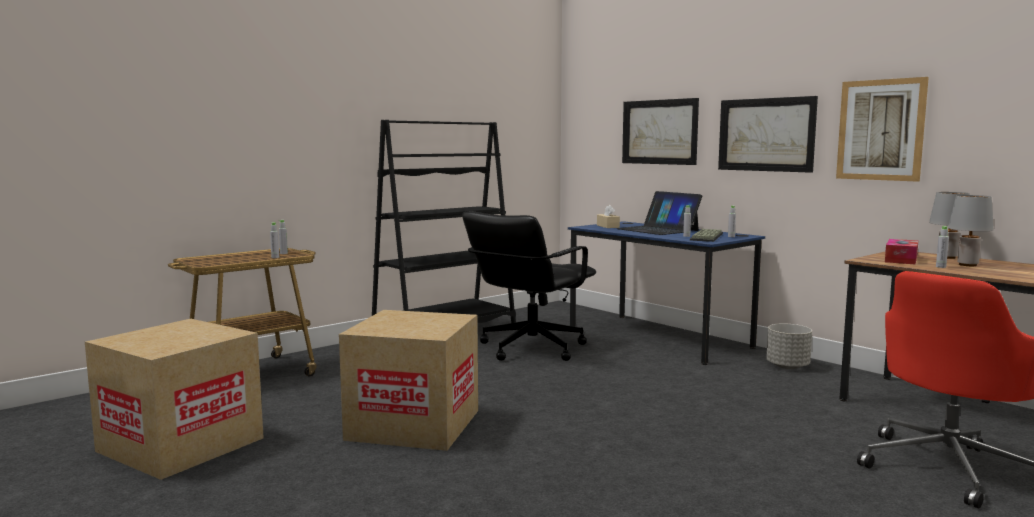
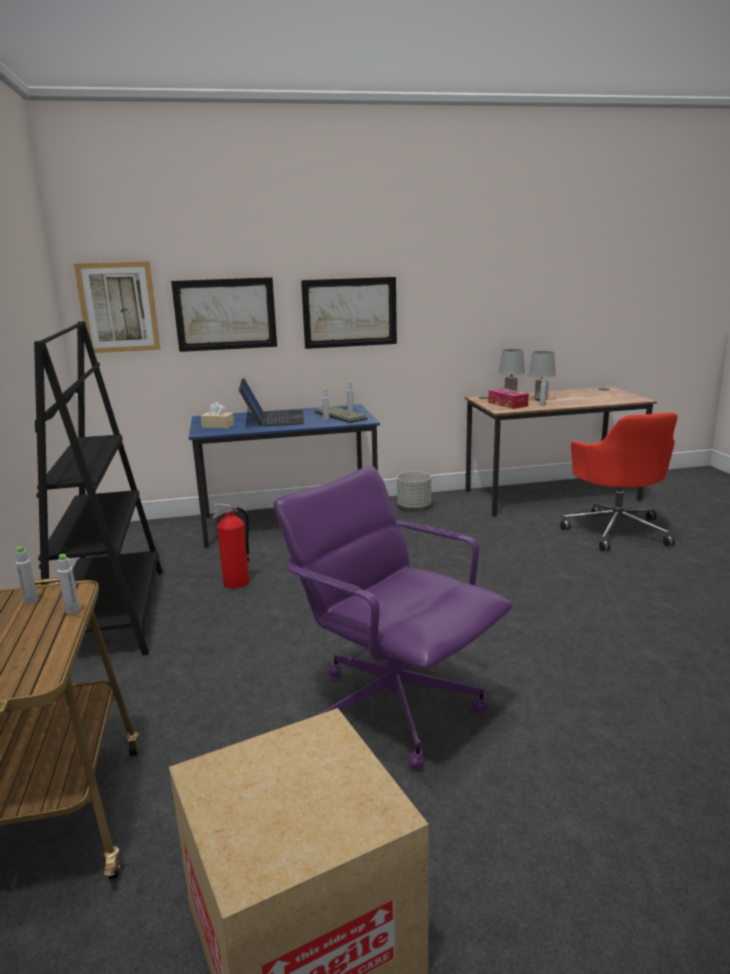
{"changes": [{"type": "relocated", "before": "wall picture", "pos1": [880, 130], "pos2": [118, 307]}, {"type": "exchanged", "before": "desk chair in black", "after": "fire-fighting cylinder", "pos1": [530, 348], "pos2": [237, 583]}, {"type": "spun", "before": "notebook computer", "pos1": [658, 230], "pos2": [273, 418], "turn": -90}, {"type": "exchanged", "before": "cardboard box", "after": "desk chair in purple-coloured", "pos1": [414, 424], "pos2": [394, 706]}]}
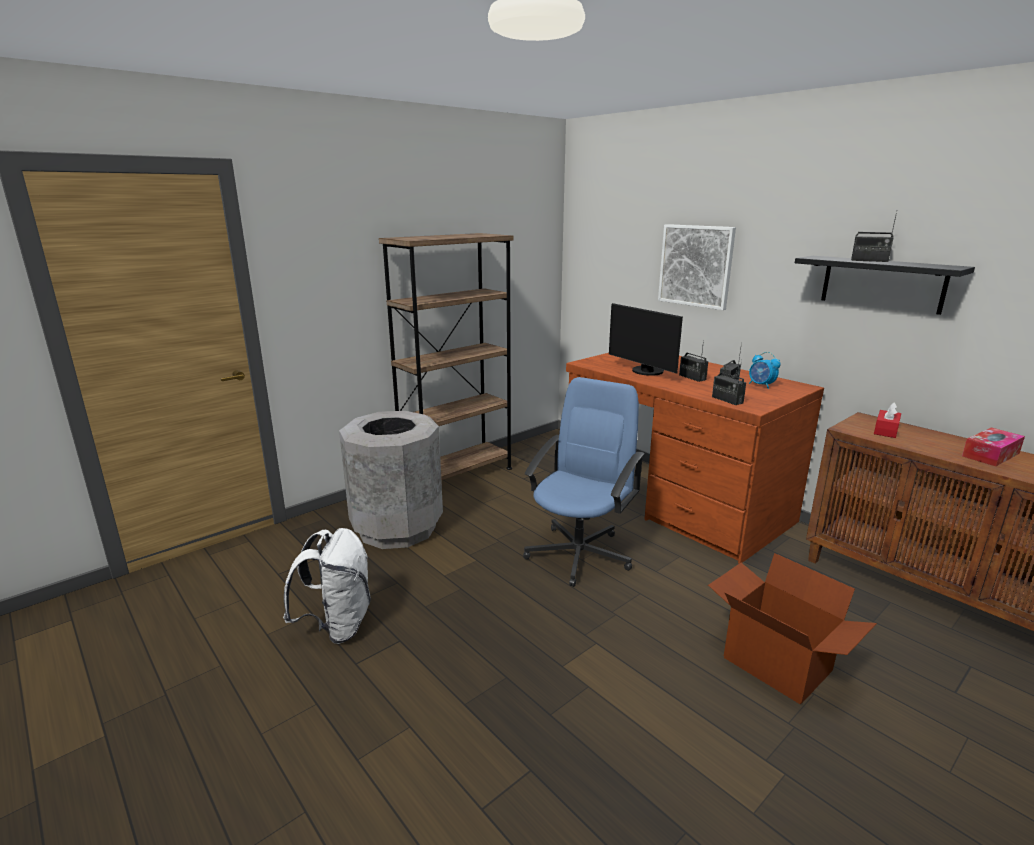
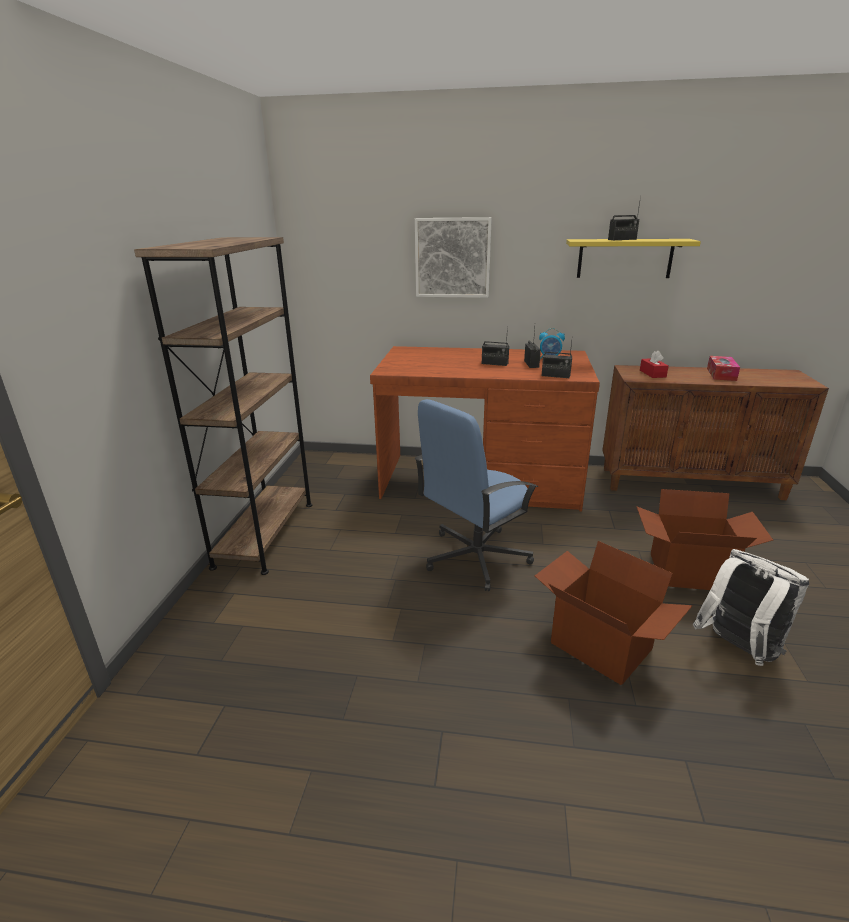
{"changes": [{"type": "spun", "before": "desk chair in blue", "pos1": [579, 554], "pos2": [475, 557], "turn": -120}, {"type": "appeared", "after": "cardboard box", "pos2": [599, 647]}, {"type": "colour", "before": "bracket shelf in black", "after": "bracket shelf in yellowish", "pos1": [882, 284], "pos2": [624, 258]}, {"type": "relocated", "before": "rucksack in whitish", "pos1": [337, 626], "pos2": [737, 649]}, {"type": "missing", "before": "rubbish bin in grey", "pos1": [397, 528]}, {"type": "missing", "before": "computer display", "pos1": [645, 371]}]}
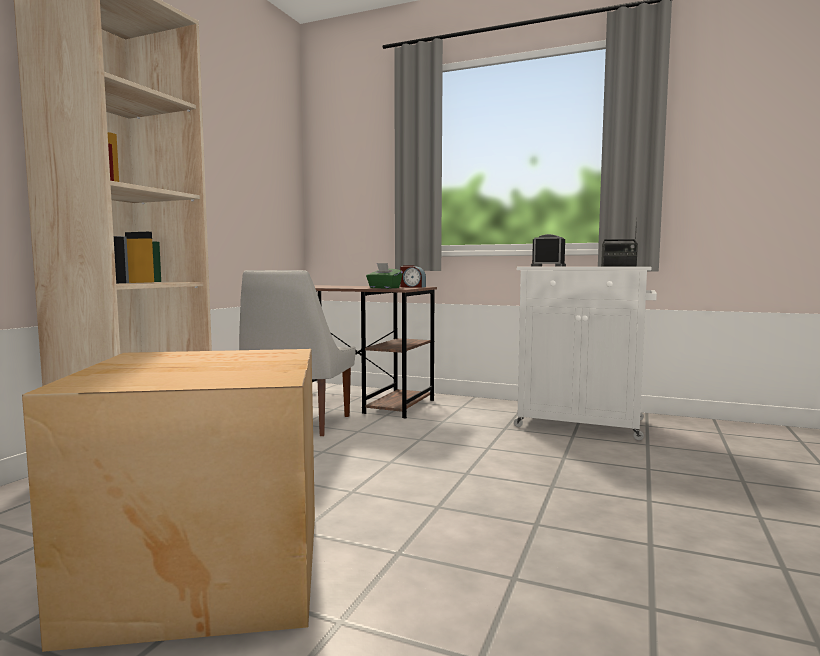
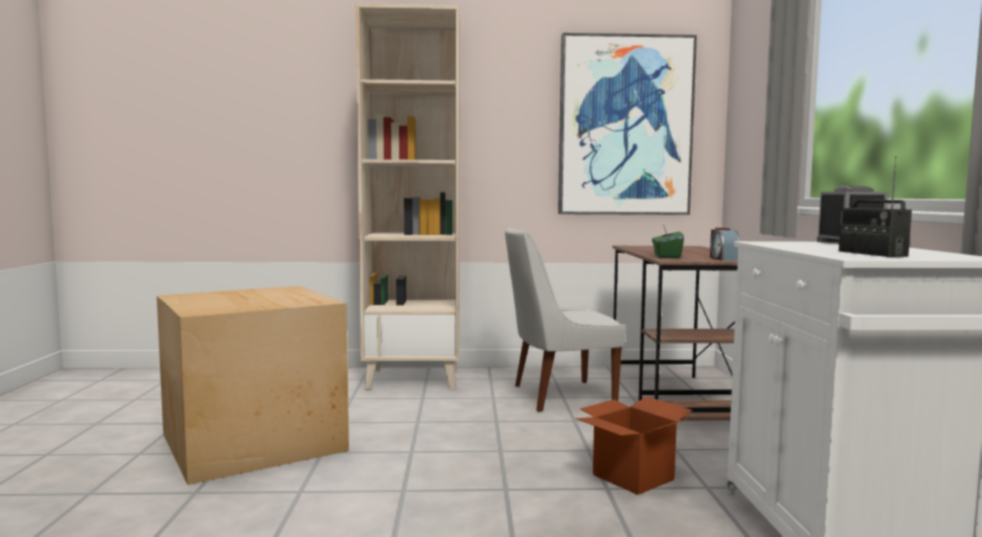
{"changes": [{"type": "appeared", "after": "wall picture", "pos2": [624, 126]}, {"type": "appeared", "after": "cardboard box", "pos2": [633, 477]}]}
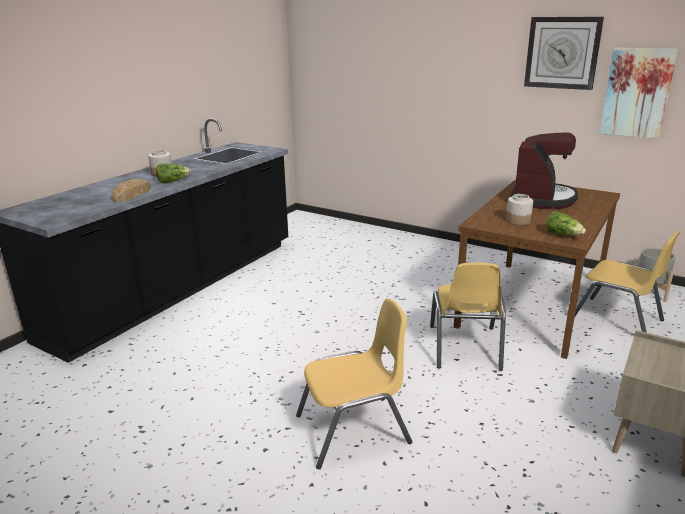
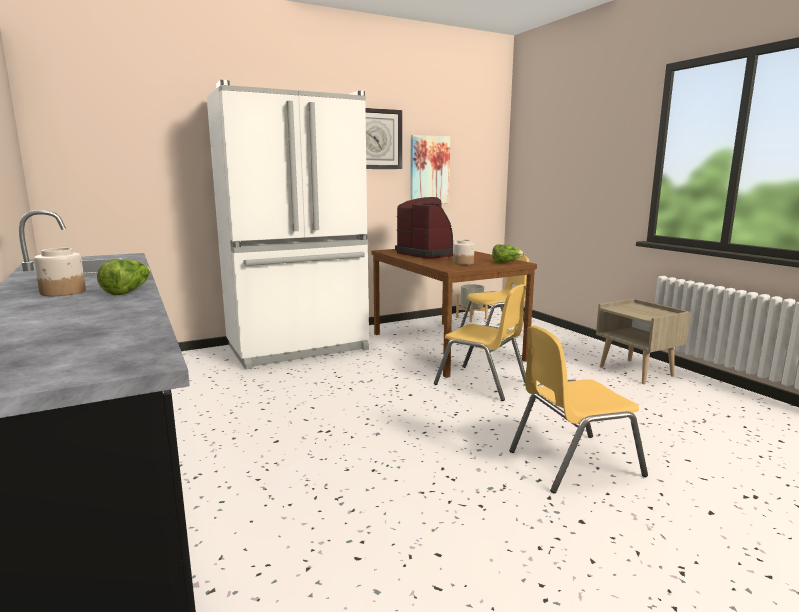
{"changes": [{"type": "appeared", "after": "kitchen fridge in whitish", "pos2": [299, 348]}, {"type": "spun", "before": "plain chair in yellowish", "pos1": [353, 430], "pos2": [573, 462], "turn": -120}, {"type": "missing", "before": "baked bread", "pos1": [132, 194]}]}
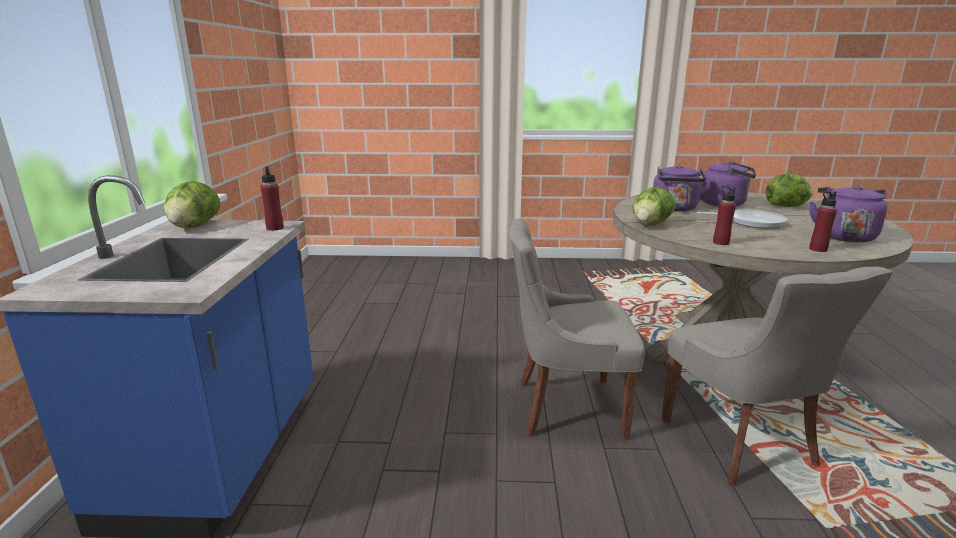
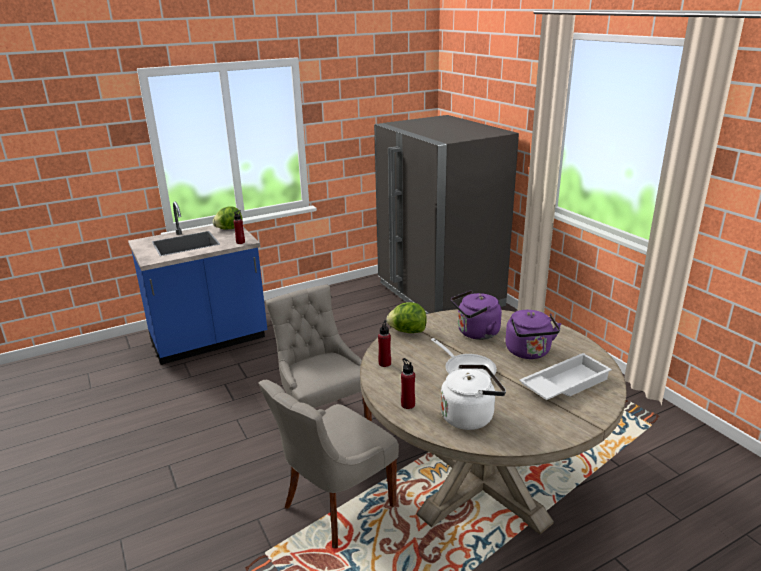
{"changes": [{"type": "appeared", "after": "kitchen fridge in grey", "pos2": [439, 294]}, {"type": "colour", "before": "kettle in purple-coloured", "after": "kettle in whitish", "pos1": [843, 236], "pos2": [470, 416]}, {"type": "exchanged", "before": "head of lettuce", "after": "carrying tray in whitish", "pos1": [786, 206], "pos2": [564, 383]}]}
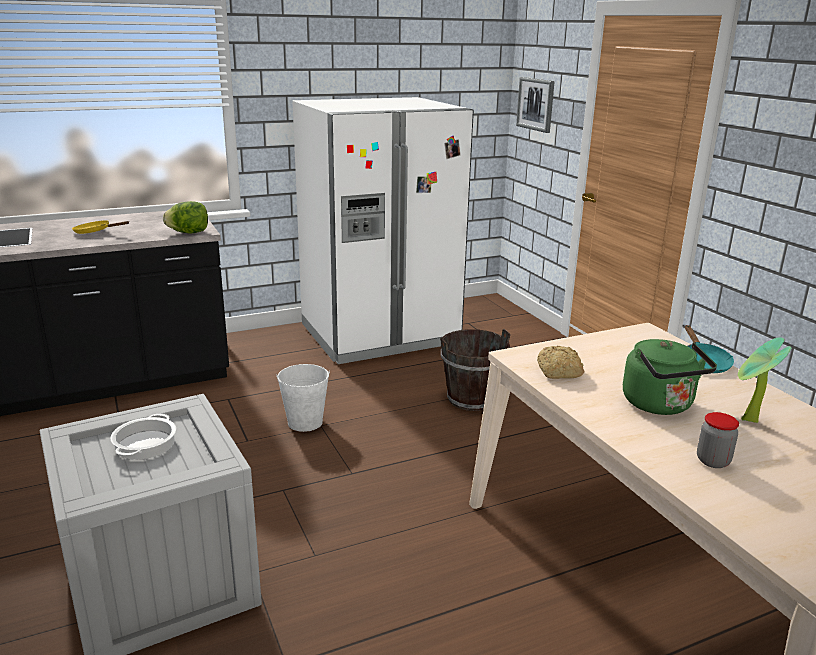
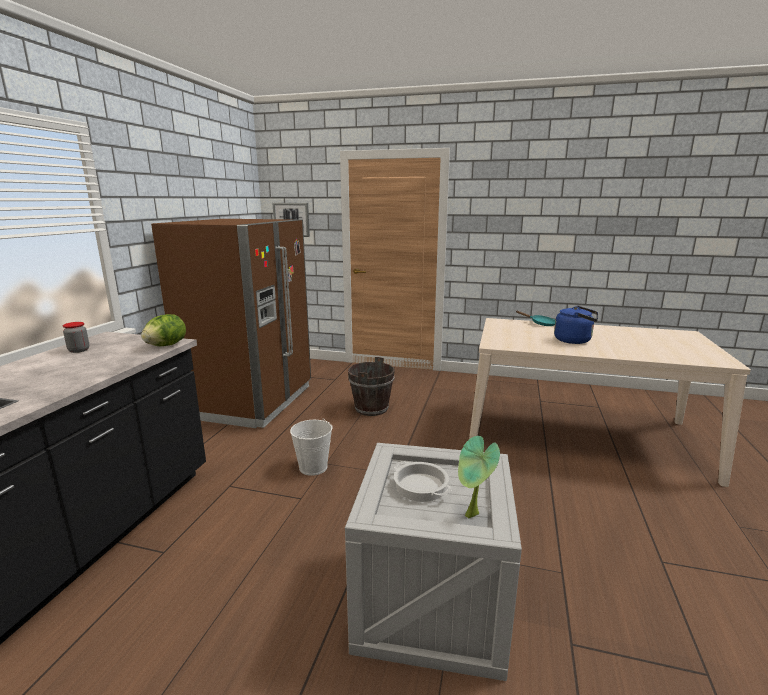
{"changes": [{"type": "relocated", "before": "jar", "pos1": [713, 461], "pos2": [79, 350]}, {"type": "colour", "before": "kitchen fridge in whitish", "after": "kitchen fridge in brown-coloured", "pos1": [379, 334], "pos2": [251, 401]}, {"type": "relocated", "before": "plant in a pot", "pos1": [748, 421], "pos2": [472, 516]}, {"type": "colour", "before": "kettle in green-coloured", "after": "kettle in blue", "pos1": [660, 405], "pos2": [575, 340]}, {"type": "missing", "before": "frying pan in yellowish", "pos1": [96, 232]}, {"type": "missing", "before": "baked bread", "pos1": [558, 372]}]}
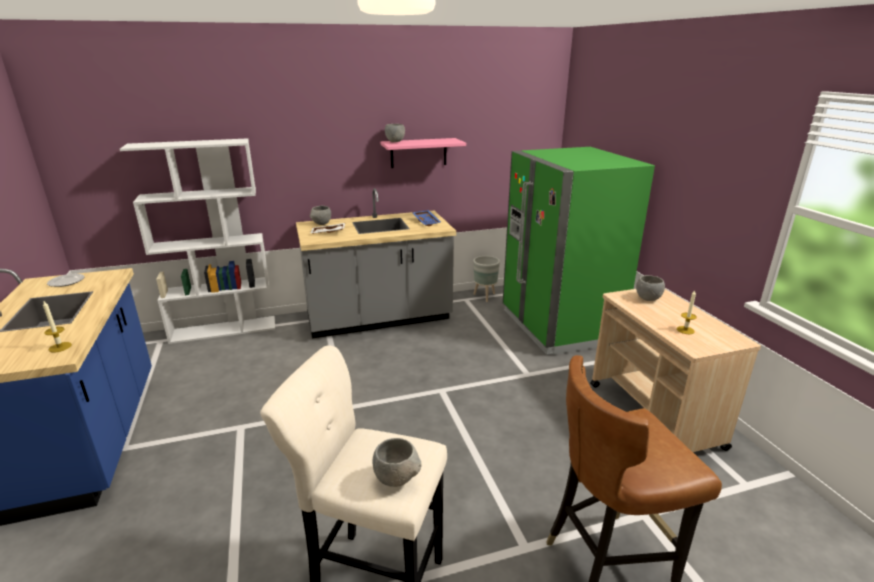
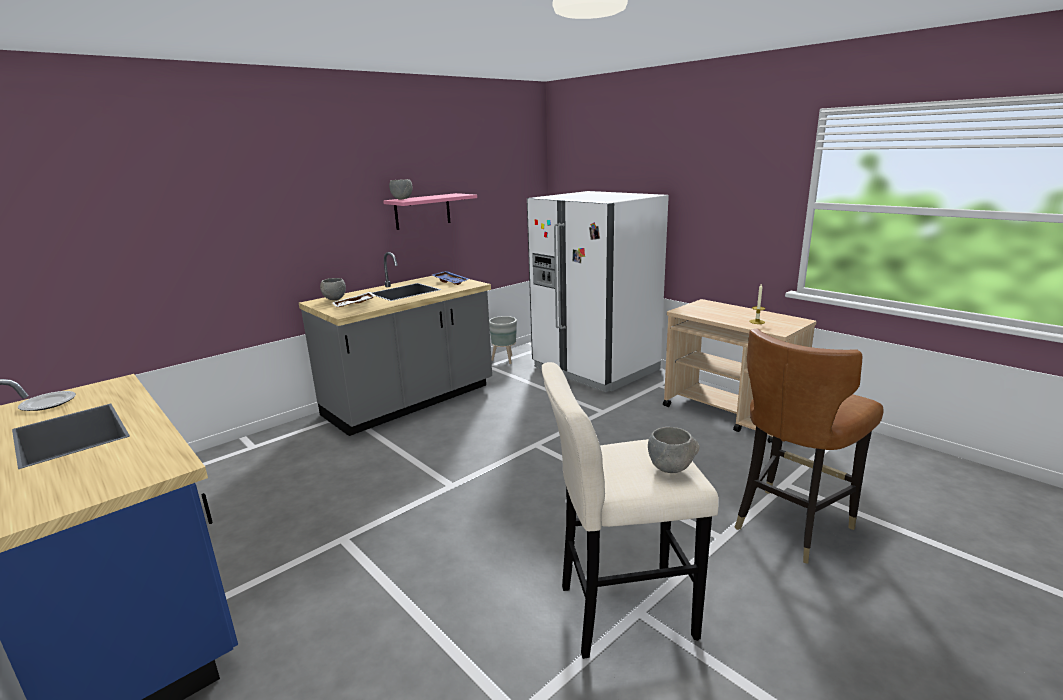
{"changes": [{"type": "colour", "before": "kitchen fridge in green-coloured", "after": "kitchen fridge in whitish", "pos1": [559, 326], "pos2": [595, 369]}, {"type": "missing", "before": "wax candle", "pos1": [60, 347]}, {"type": "missing", "before": "bookcase in whitish", "pos1": [224, 329]}, {"type": "missing", "before": "deep dish in grey", "pos1": [648, 299]}]}
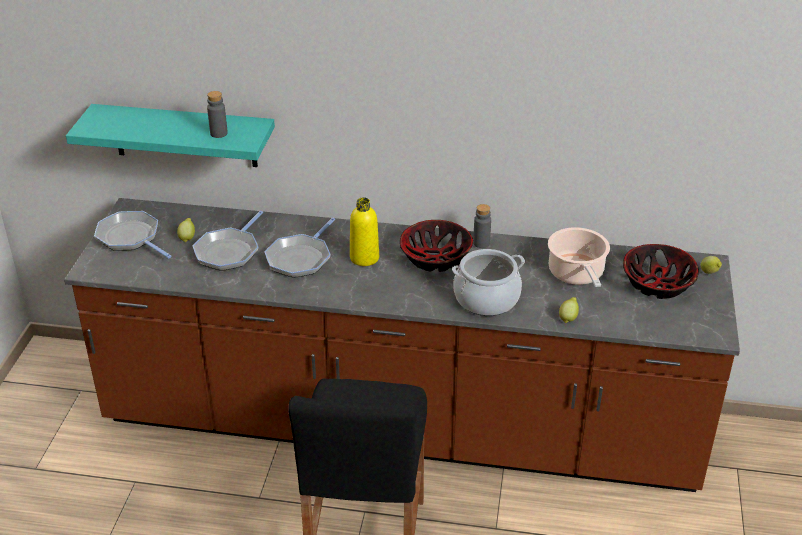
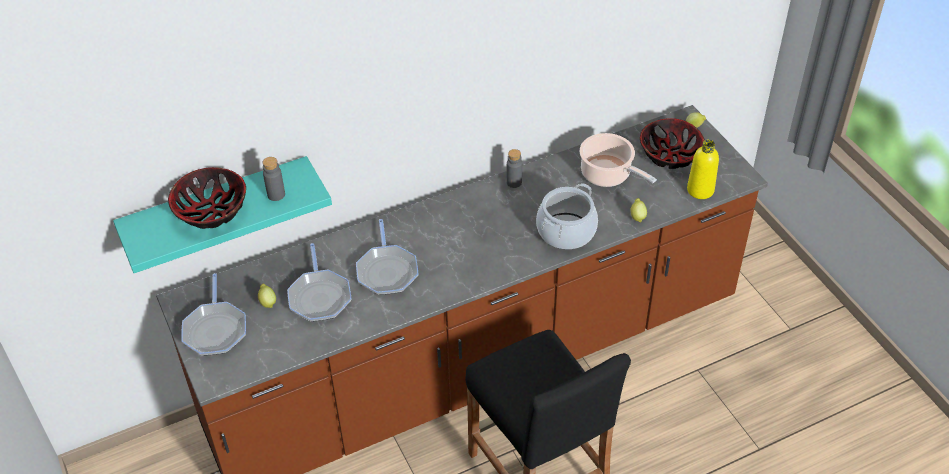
{"changes": [{"type": "relocated", "before": "deep dish", "pos1": [435, 259], "pos2": [212, 212]}, {"type": "spun", "before": "frying pan", "pos1": [130, 238], "pos2": [215, 329], "turn": -105}, {"type": "relocated", "before": "beverage bottle in yellowish", "pos1": [364, 258], "pos2": [700, 190]}]}
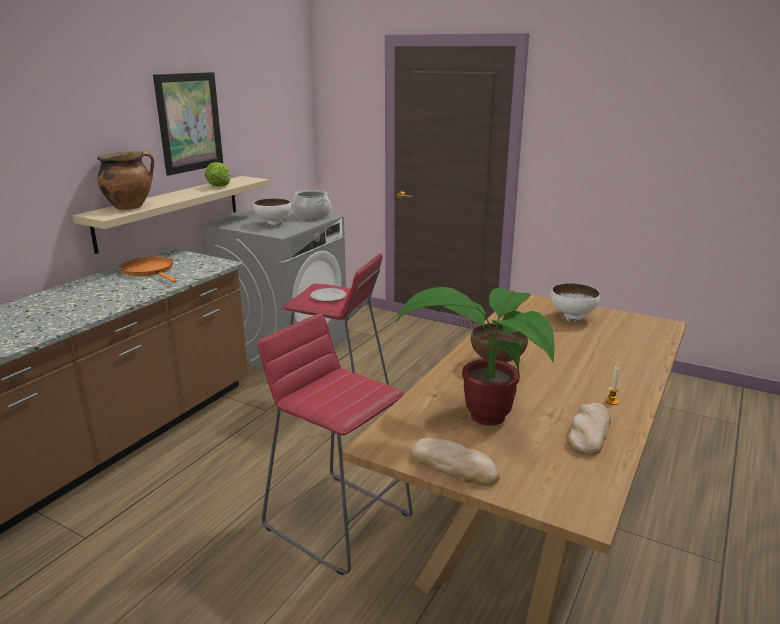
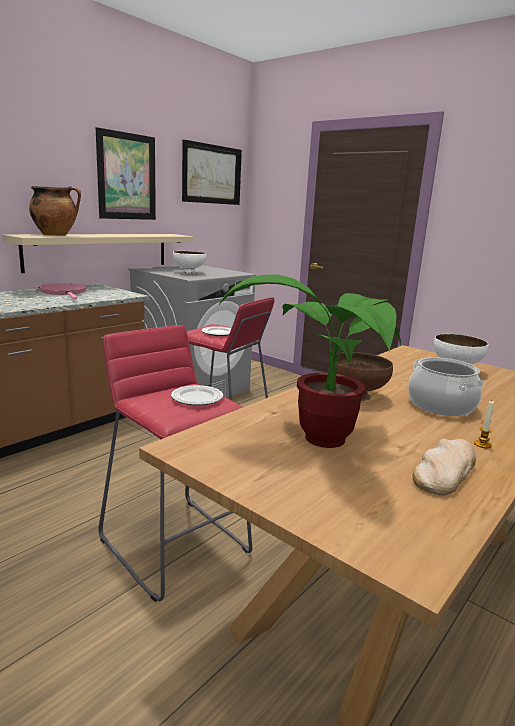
{"changes": [{"type": "colour", "before": "frying pan in orange-coloured", "after": "frying pan in pinkish", "pos1": [149, 270], "pos2": [64, 292]}, {"type": "appeared", "after": "flat dish", "pos2": [197, 398]}, {"type": "appeared", "after": "wall picture", "pos2": [211, 174]}, {"type": "relocated", "before": "saucepot", "pos1": [312, 216], "pos2": [441, 405]}, {"type": "missing", "before": "head of lettuce", "pos1": [219, 186]}, {"type": "missing", "before": "baked bread", "pos1": [454, 465]}]}
